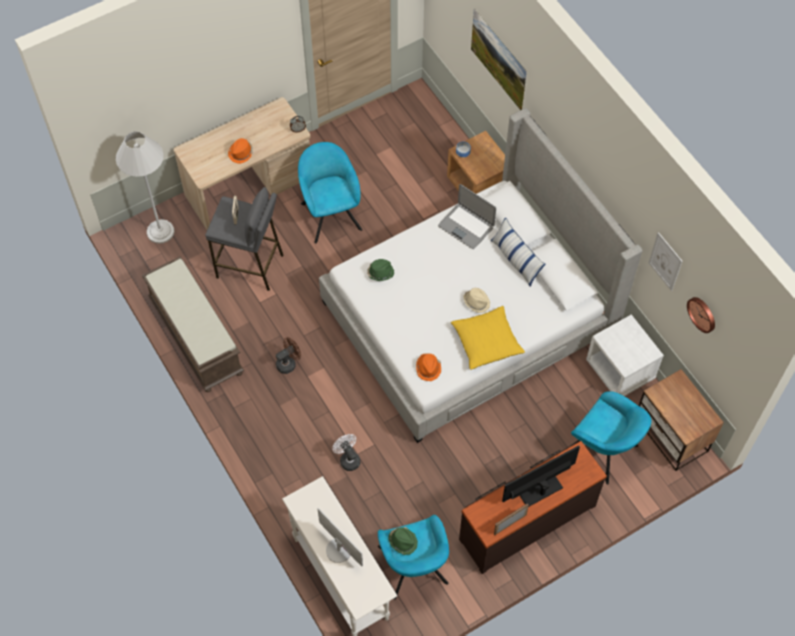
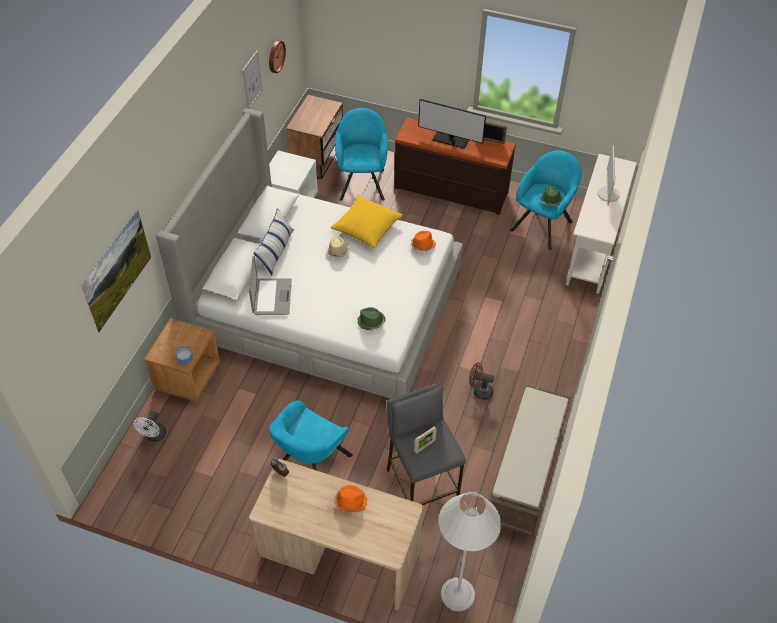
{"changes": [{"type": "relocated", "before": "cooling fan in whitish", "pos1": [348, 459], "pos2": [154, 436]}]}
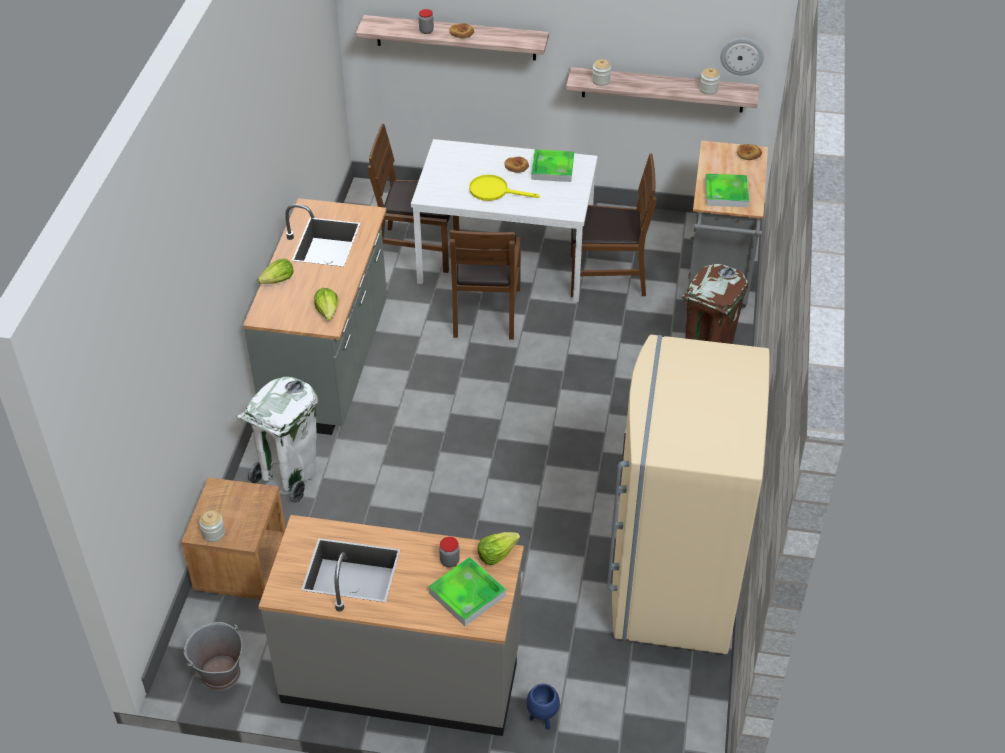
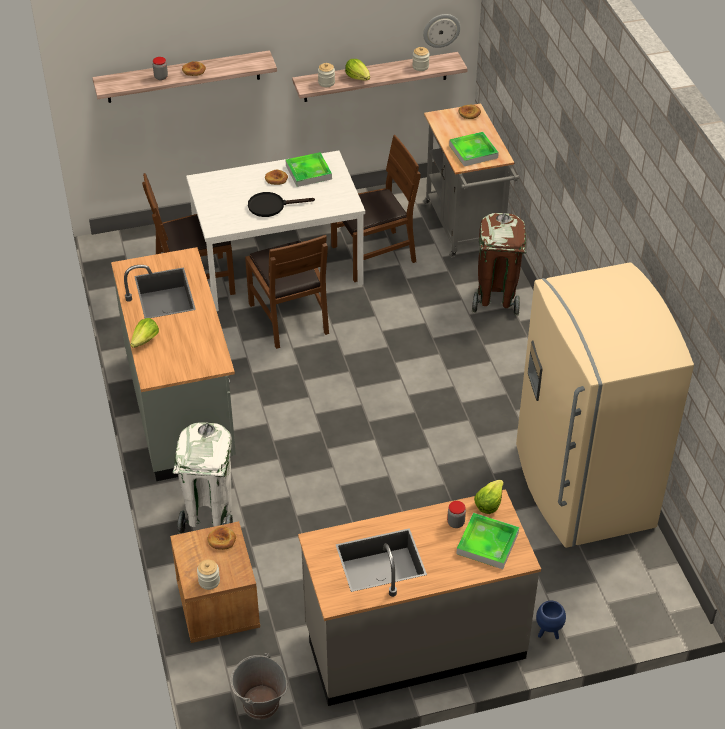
{"changes": [{"type": "appeared", "after": "baked bread", "pos2": [222, 540]}, {"type": "colour", "before": "frying pan in yellowish", "after": "frying pan in black", "pos1": [494, 191], "pos2": [271, 206]}, {"type": "relocated", "before": "head of lettuce", "pos1": [328, 312], "pos2": [358, 77]}]}
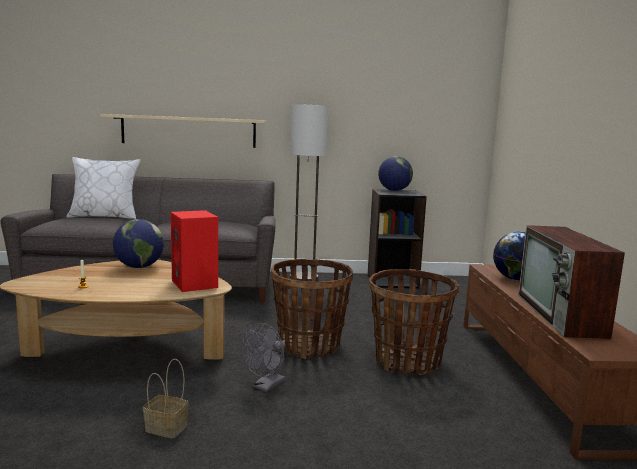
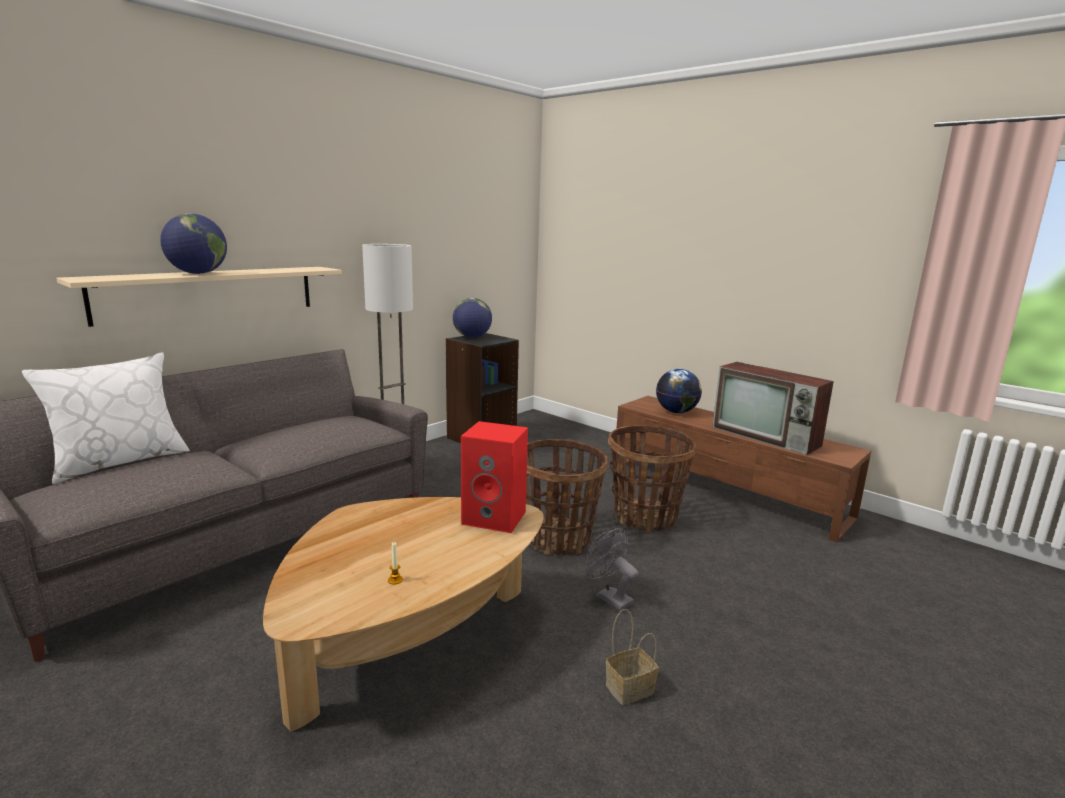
{"changes": [{"type": "relocated", "before": "desk globe", "pos1": [139, 267], "pos2": [198, 273]}, {"type": "spun", "before": "cooling fan in grey", "pos1": [266, 386], "pos2": [609, 597], "turn": 150}]}
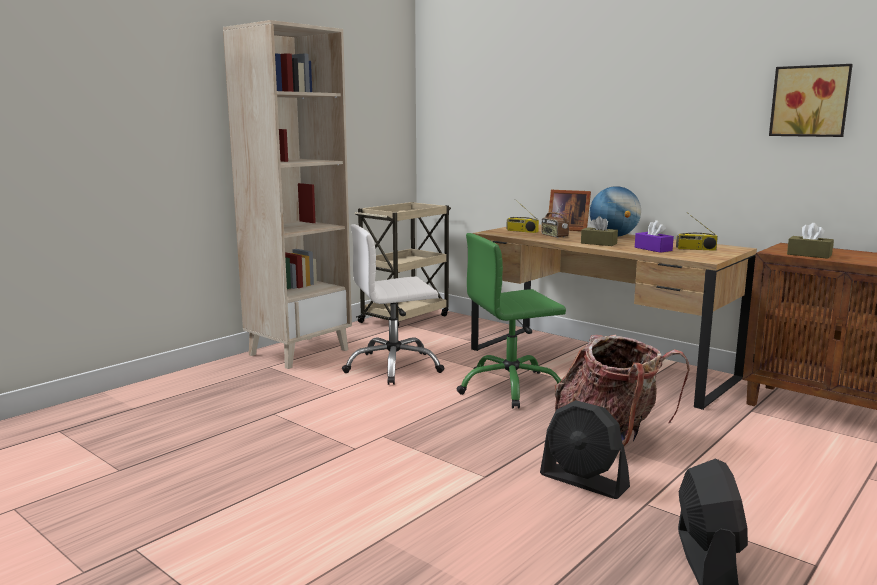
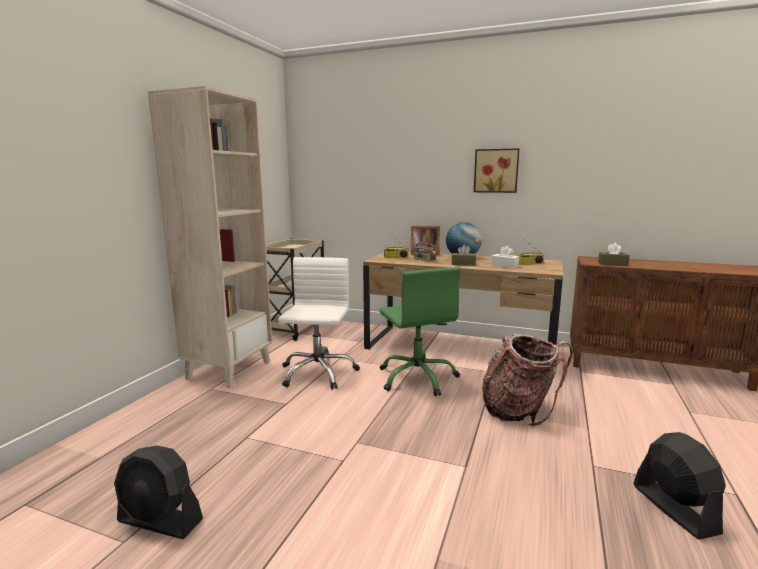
{"changes": [{"type": "relocated", "before": "cooling fan in black", "pos1": [584, 481], "pos2": [160, 521]}, {"type": "spun", "before": "desk chair in whitish", "pos1": [393, 367], "pos2": [317, 373], "turn": 135}, {"type": "spun", "before": "desk chair in green-coloured", "pos1": [510, 387], "pos2": [417, 378], "turn": -75}, {"type": "relocated", "before": "wall picture", "pos1": [810, 101], "pos2": [496, 171]}, {"type": "colour", "before": "tissue holder in purple-coloured", "after": "tissue holder in whitish", "pos1": [653, 249], "pos2": [504, 266]}]}
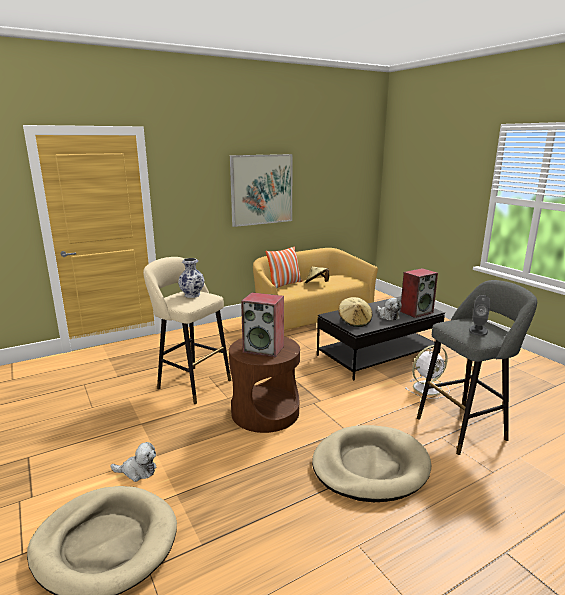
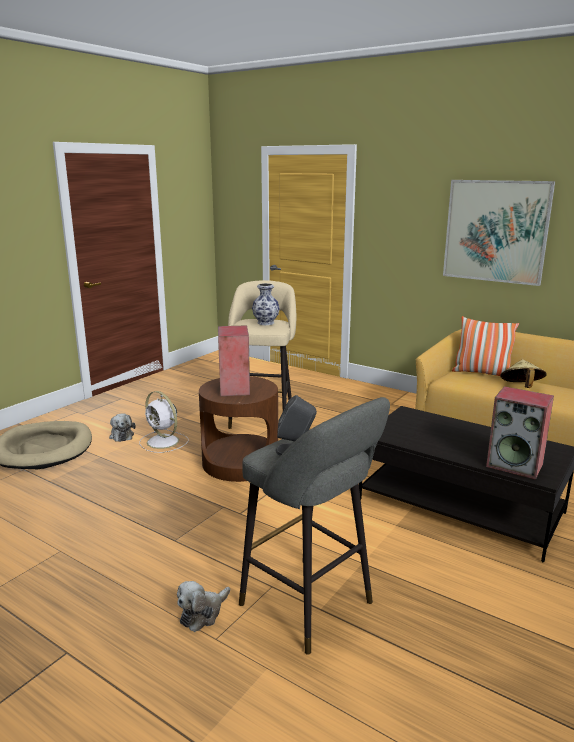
{"changes": [{"type": "relocated", "before": "cooling fan in whitish", "pos1": [428, 388], "pos2": [164, 442]}, {"type": "relocated", "before": "cuddly toy", "pos1": [388, 316], "pos2": [202, 613]}, {"type": "missing", "before": "dog bed in beige", "pos1": [370, 466]}, {"type": "missing", "before": "hat in beige", "pos1": [354, 321]}]}
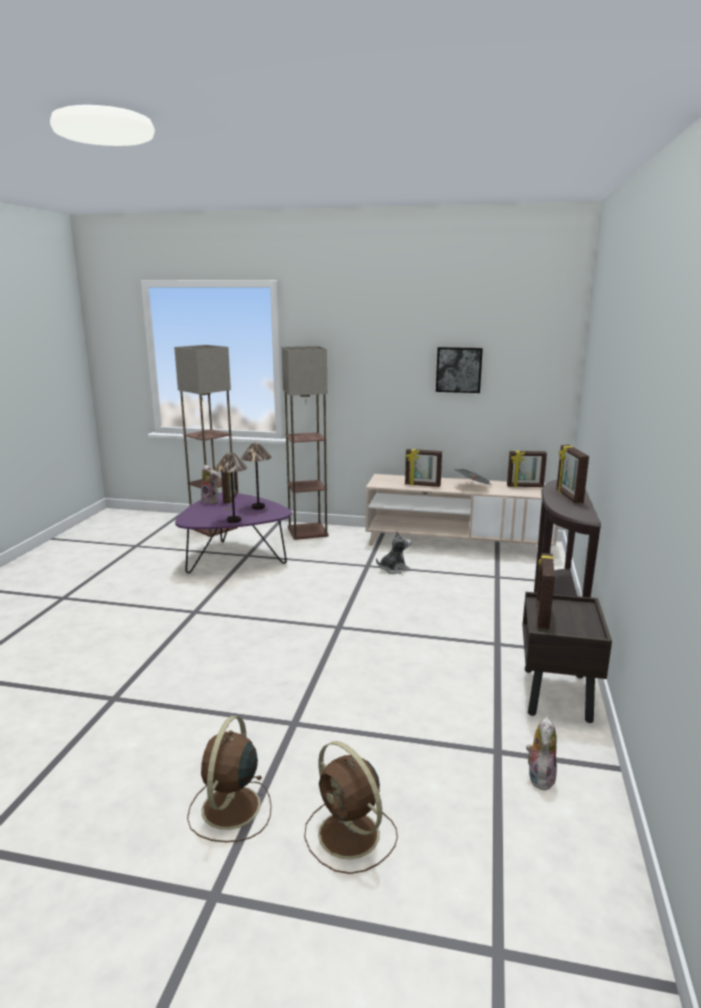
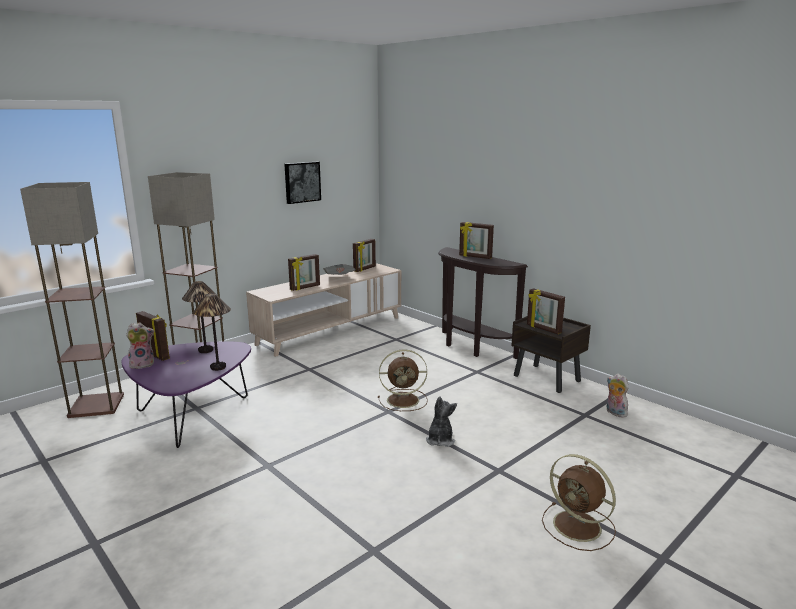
{"changes": [{"type": "relocated", "before": "cooling fan in brown-coloured", "pos1": [350, 836], "pos2": [404, 400]}, {"type": "relocated", "before": "cuddly toy", "pos1": [393, 569], "pos2": [440, 440]}]}
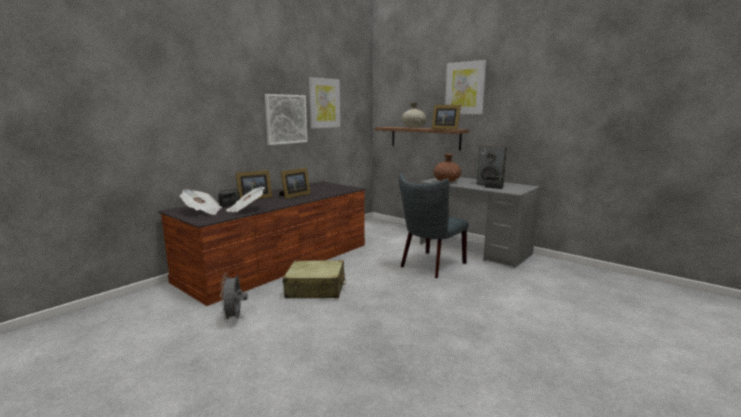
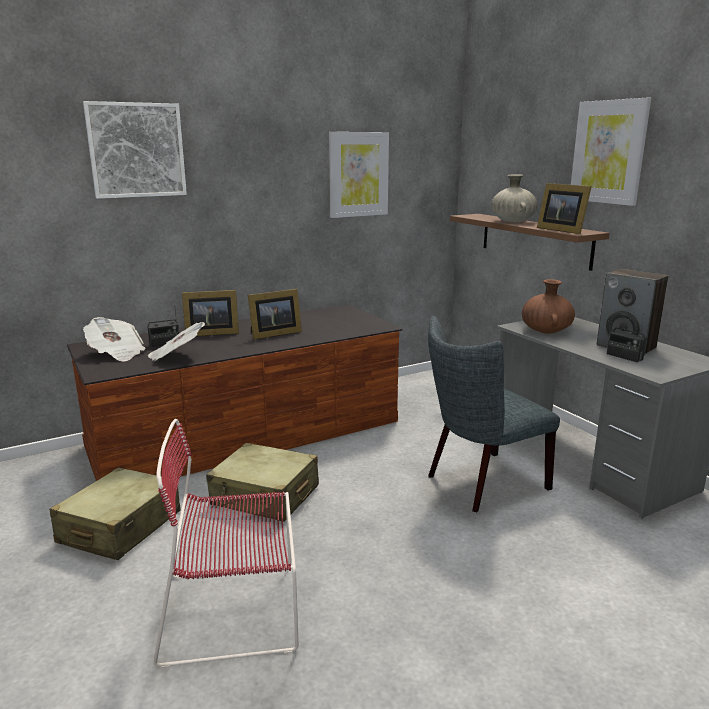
{"changes": [{"type": "exchanged", "before": "cooling fan in grey", "after": "piece of luggage in beige", "pos1": [234, 319], "pos2": [120, 528]}, {"type": "relocated", "before": "wall picture", "pos1": [286, 119], "pos2": [136, 150]}, {"type": "appeared", "after": "plain chair in red", "pos2": [236, 611]}]}
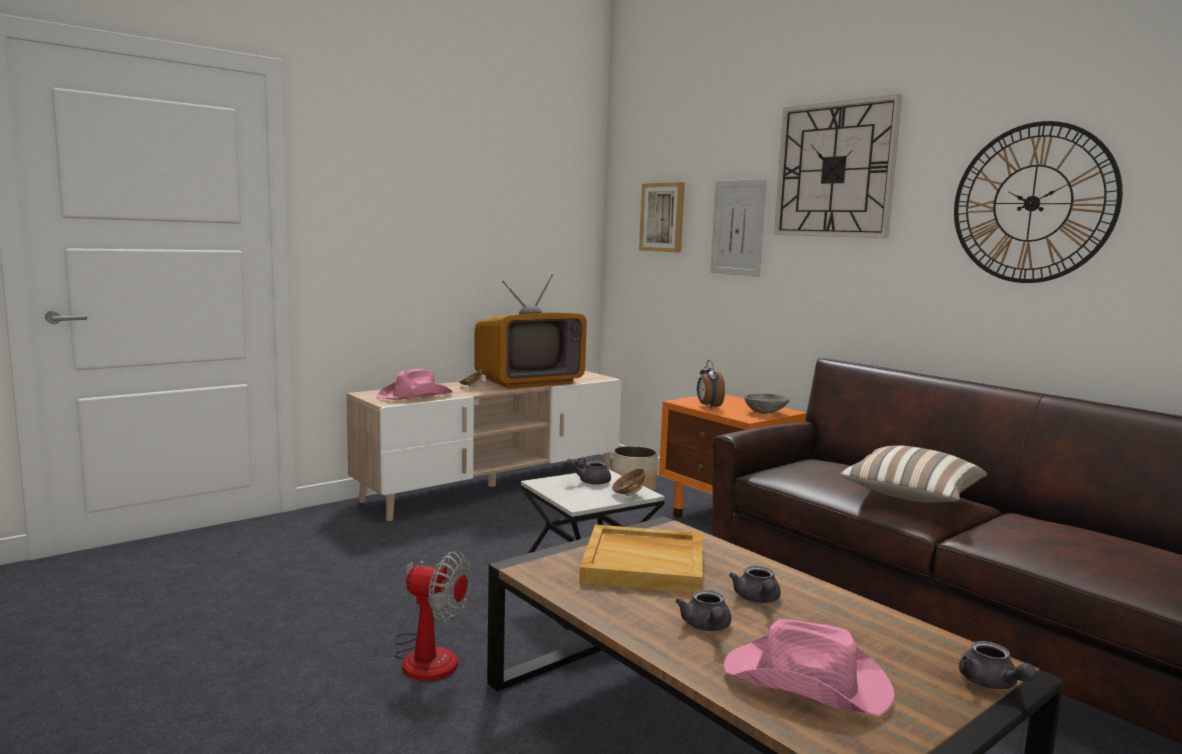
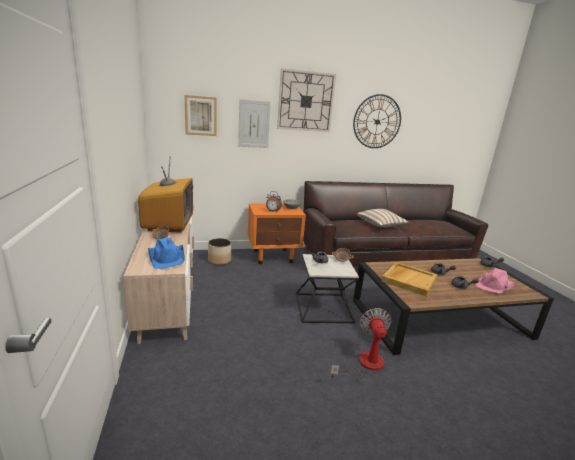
{"changes": [{"type": "colour", "before": "hat in pinkish", "after": "hat in blue", "pos1": [416, 396], "pos2": [167, 257]}, {"type": "spun", "before": "cooling fan", "pos1": [427, 655], "pos2": [364, 365], "turn": -45}]}
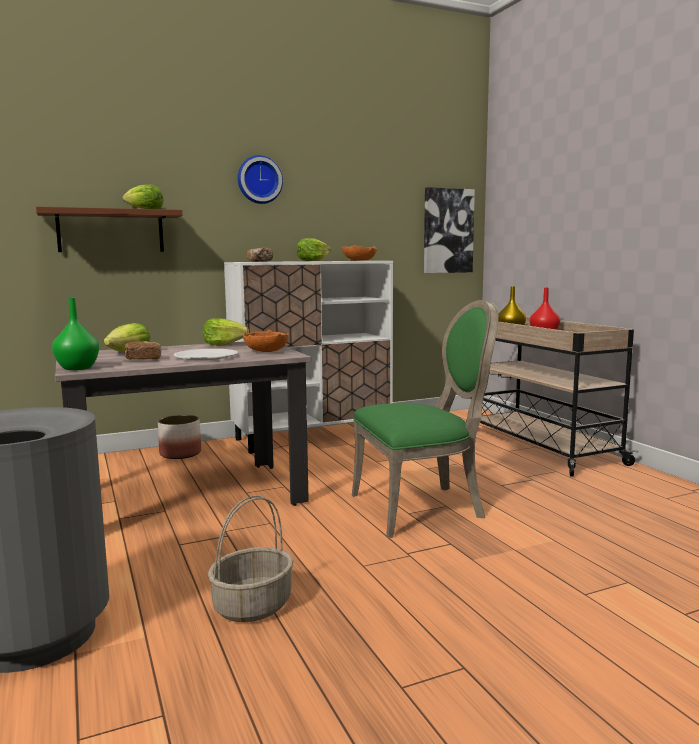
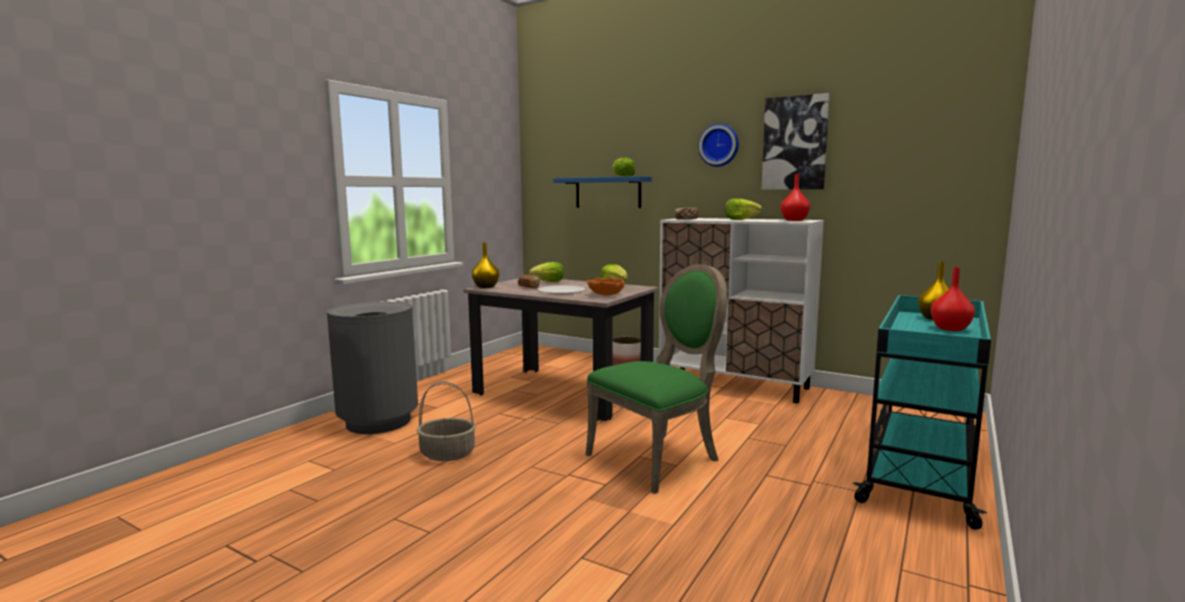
{"changes": [{"type": "colour", "before": "vase in green-coloured", "after": "vase in yellowish", "pos1": [77, 368], "pos2": [486, 286]}, {"type": "colour", "before": "bracket shelf in brown-coloured", "after": "bracket shelf in blue", "pos1": [111, 231], "pos2": [608, 193]}, {"type": "spun", "before": "plain chair in green-coloured", "pos1": [423, 507], "pos2": [659, 458], "turn": -75}, {"type": "relocated", "before": "wall picture", "pos1": [447, 231], "pos2": [795, 143]}, {"type": "exchanged", "before": "deep dish in orange-coloured", "after": "vase in red", "pos1": [360, 260], "pos2": [795, 220]}, {"type": "colour", "before": "cart in beige", "after": "cart in turquoise-coloured", "pos1": [538, 446], "pos2": [921, 467]}]}
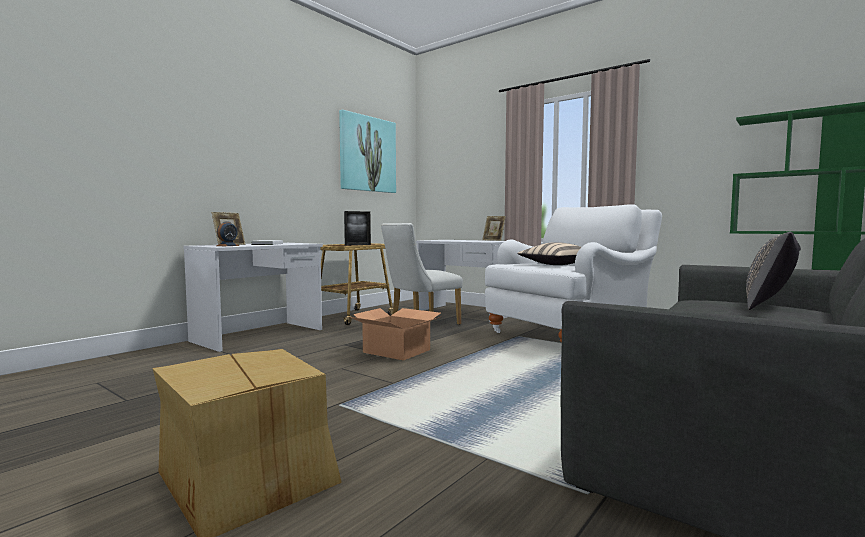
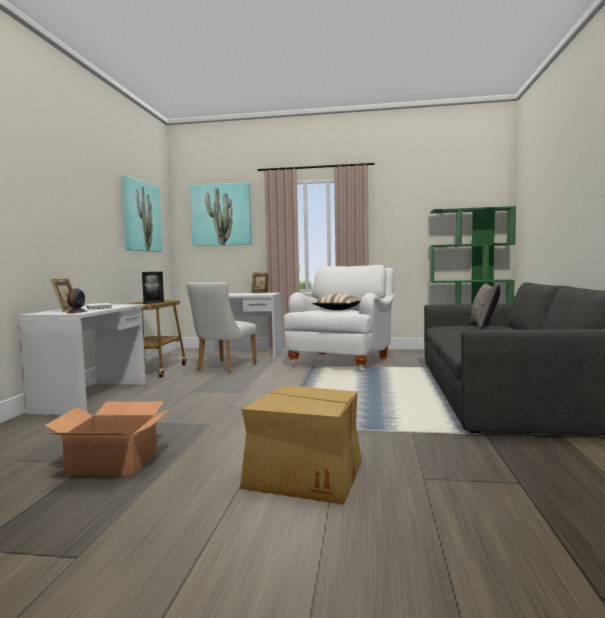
{"changes": [{"type": "relocated", "before": "cardboard box", "pos1": [397, 351], "pos2": [113, 462]}, {"type": "appeared", "after": "wall picture", "pos2": [221, 215]}]}
